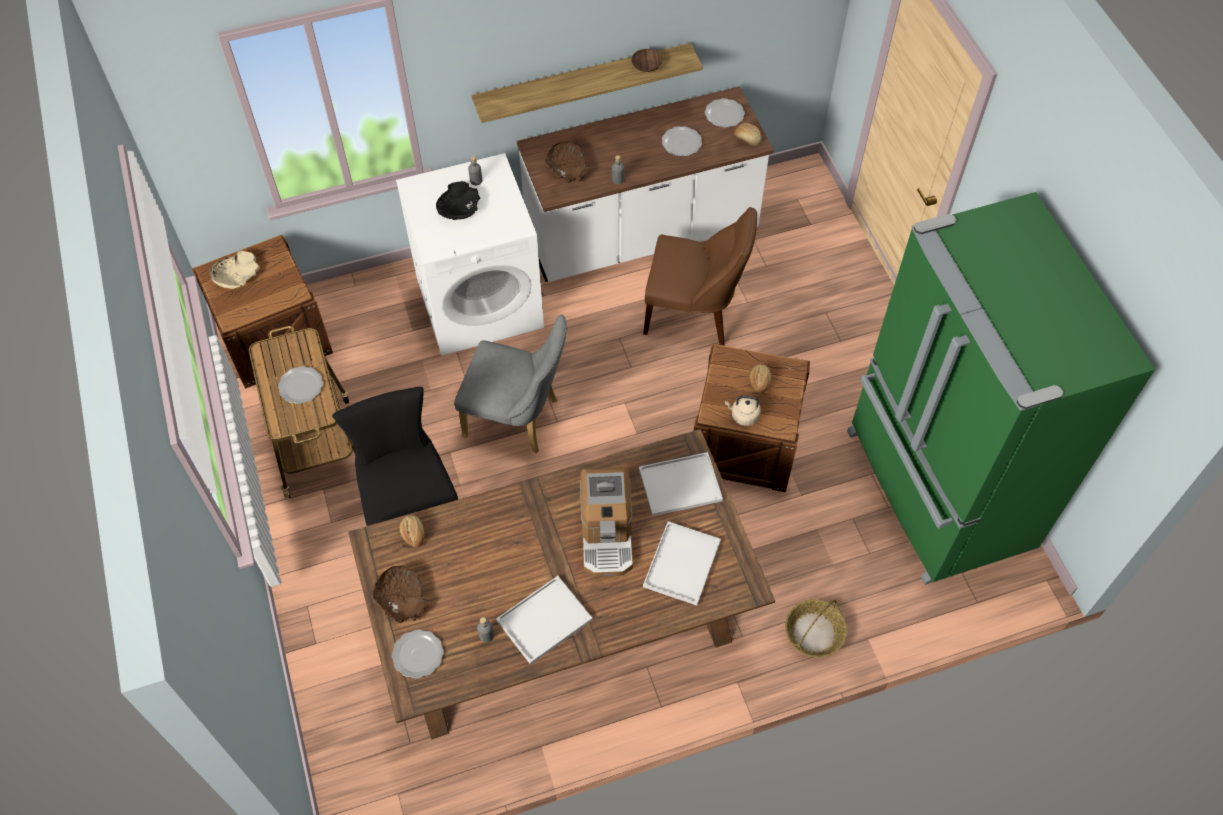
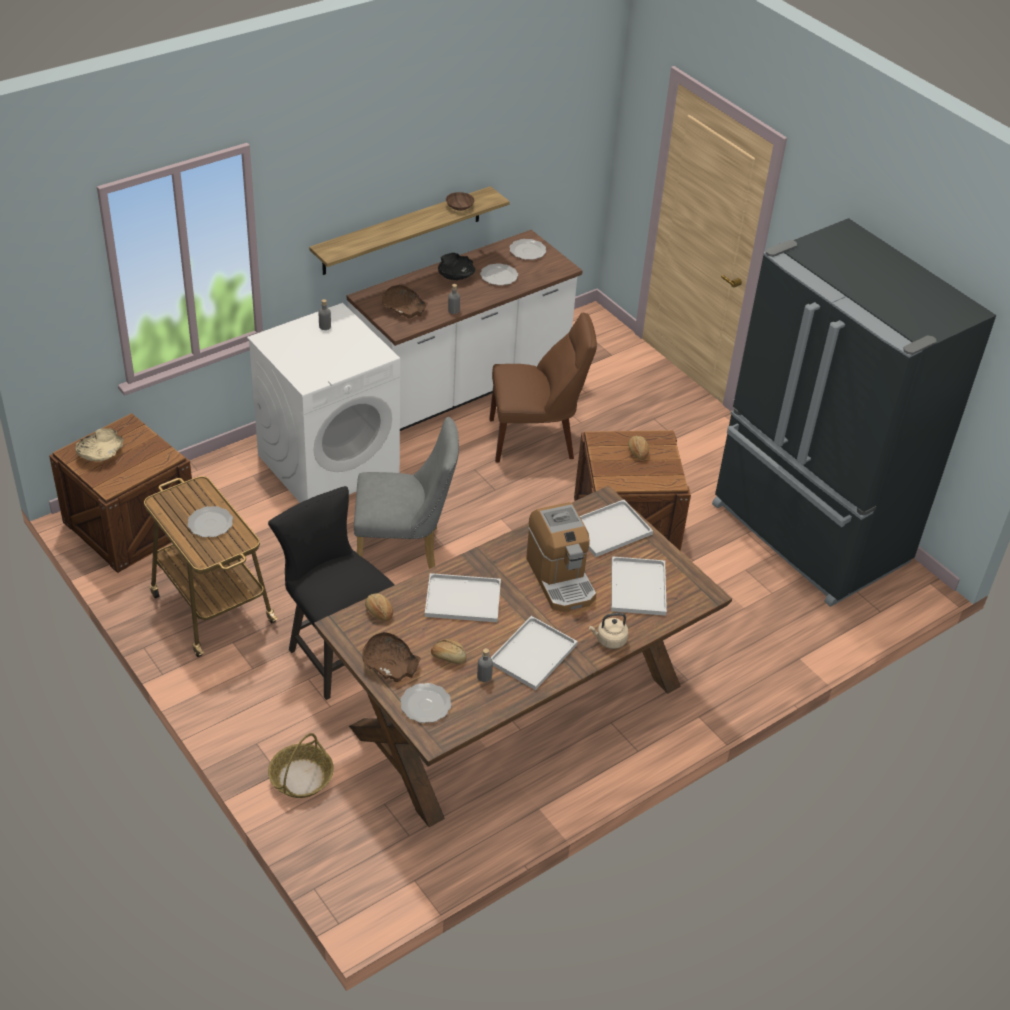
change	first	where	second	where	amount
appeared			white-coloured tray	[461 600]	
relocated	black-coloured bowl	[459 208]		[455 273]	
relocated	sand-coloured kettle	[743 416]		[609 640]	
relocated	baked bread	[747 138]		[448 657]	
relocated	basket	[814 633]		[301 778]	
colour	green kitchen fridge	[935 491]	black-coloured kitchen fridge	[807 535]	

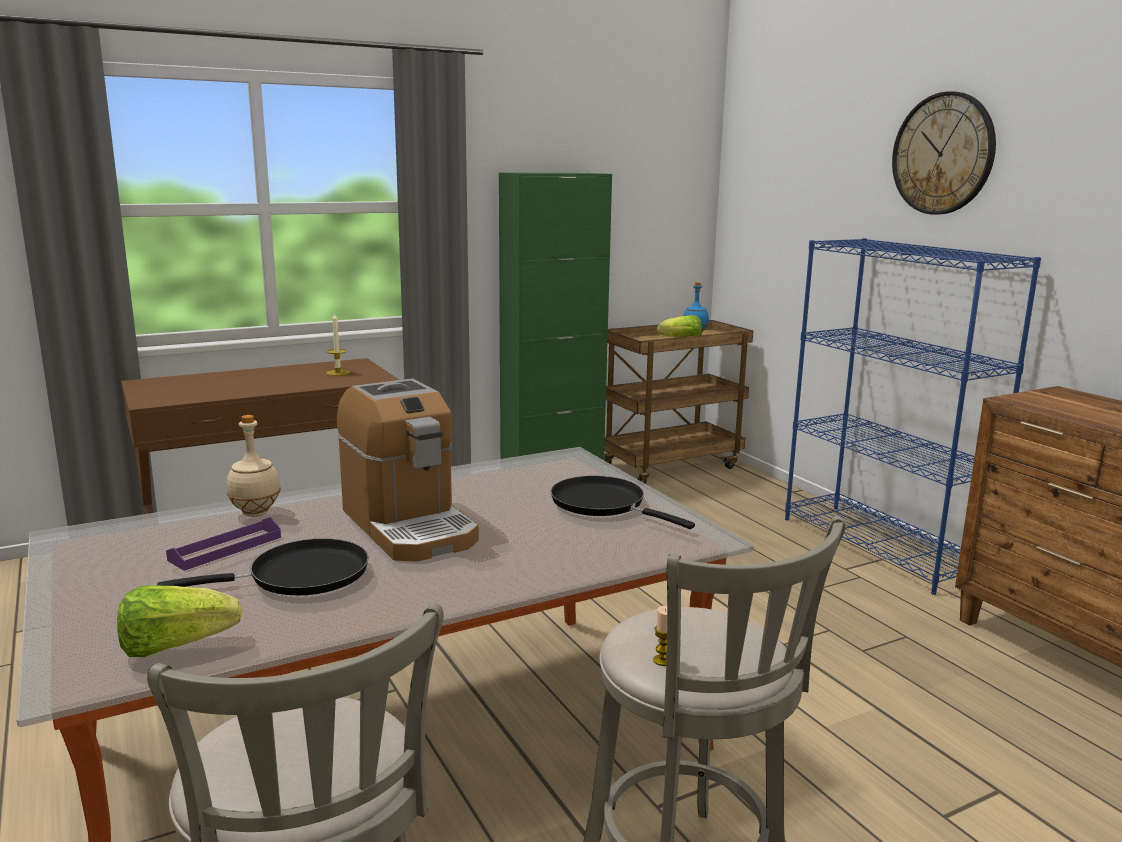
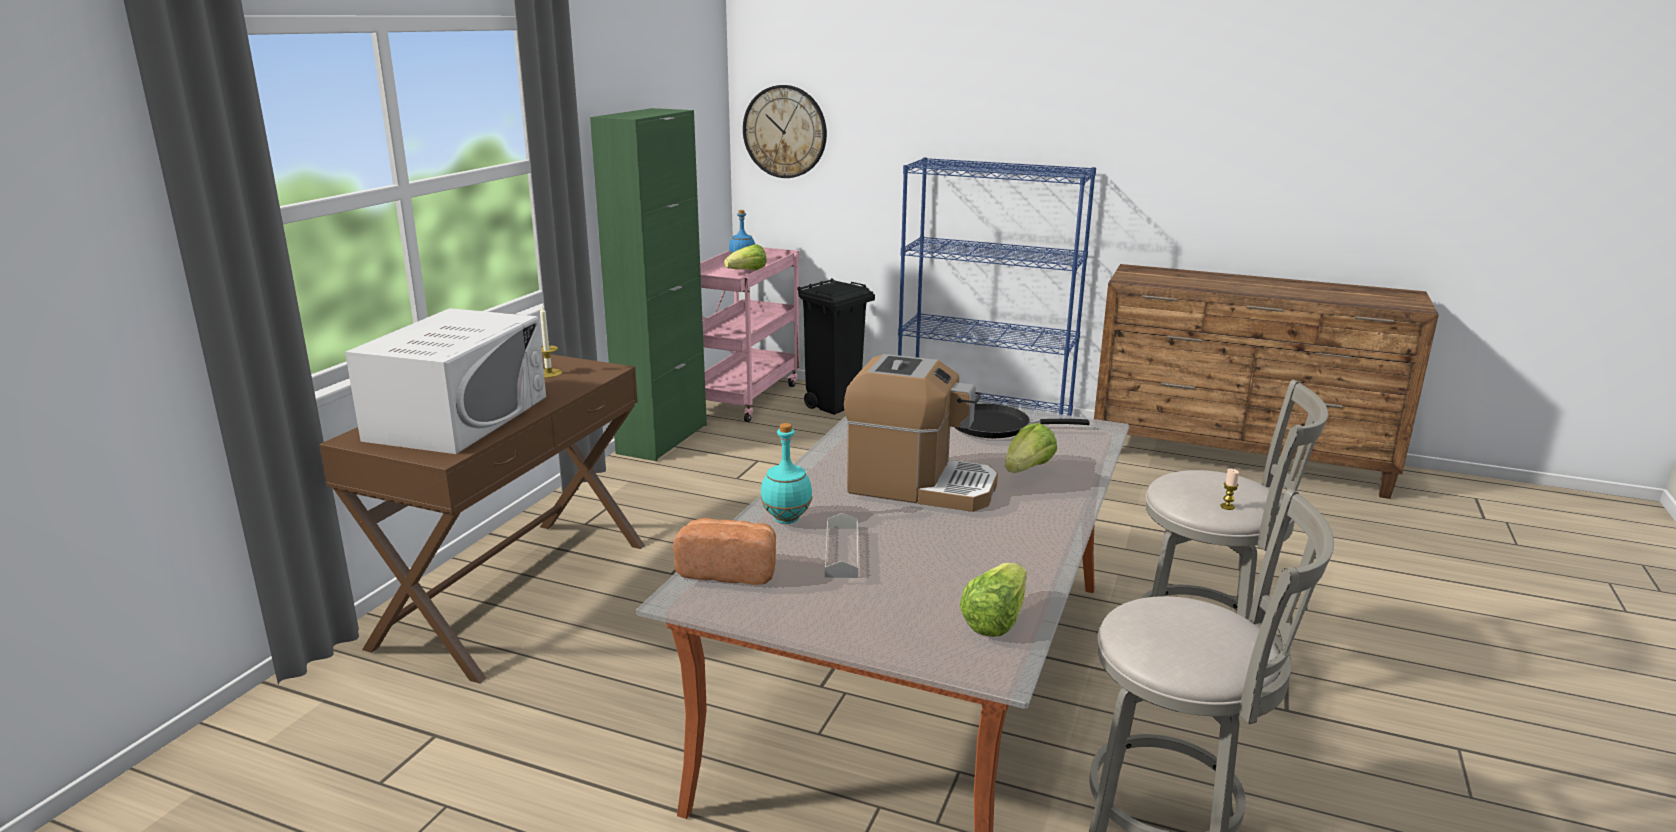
change	first	where	second	where	amount
missing	black-coloured pan	[300 576]			
appeared			white-coloured microwave oven	[459 418]	
appeared			baked bread	[730 570]	
appeared			black-coloured trash can	[834 405]	
appeared			head of lettuce	[1027 469]	
relocated	wall clock	[943 154]		[785 131]	
colour	purplish tray	[225 548]	gray tray	[841 551]	
colour	sand-coloured beverage bottle	[256 513]	blue-green beverage bottle	[786 519]	
colour	brown-coloured cart	[671 465]	pinkish cart	[743 397]	

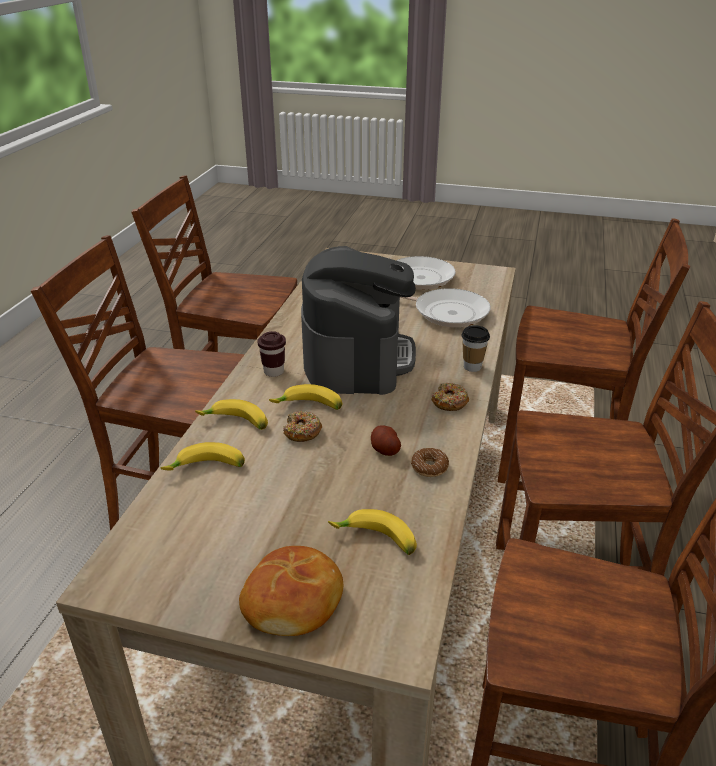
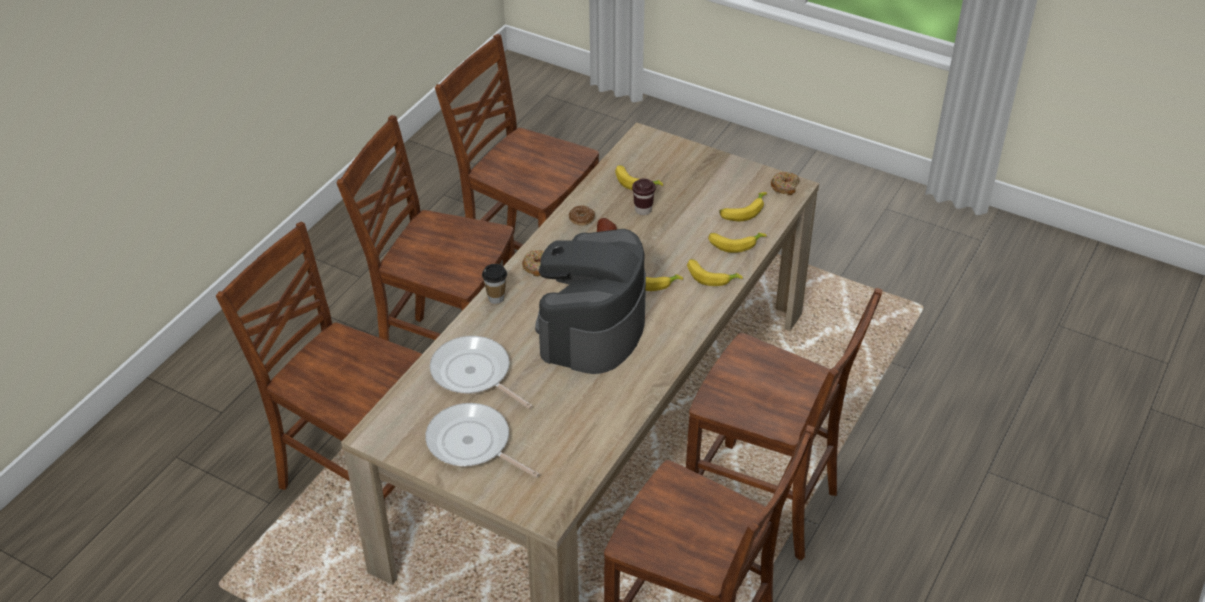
change	first	where	second	where	amount
missing	baked bread	[294 601]			
appeared			banana fruit	[743 211]	
relocated	brown-coloured cup	[274 371]		[643 210]	
relocated	ring doughnut	[302 432]		[784 187]	

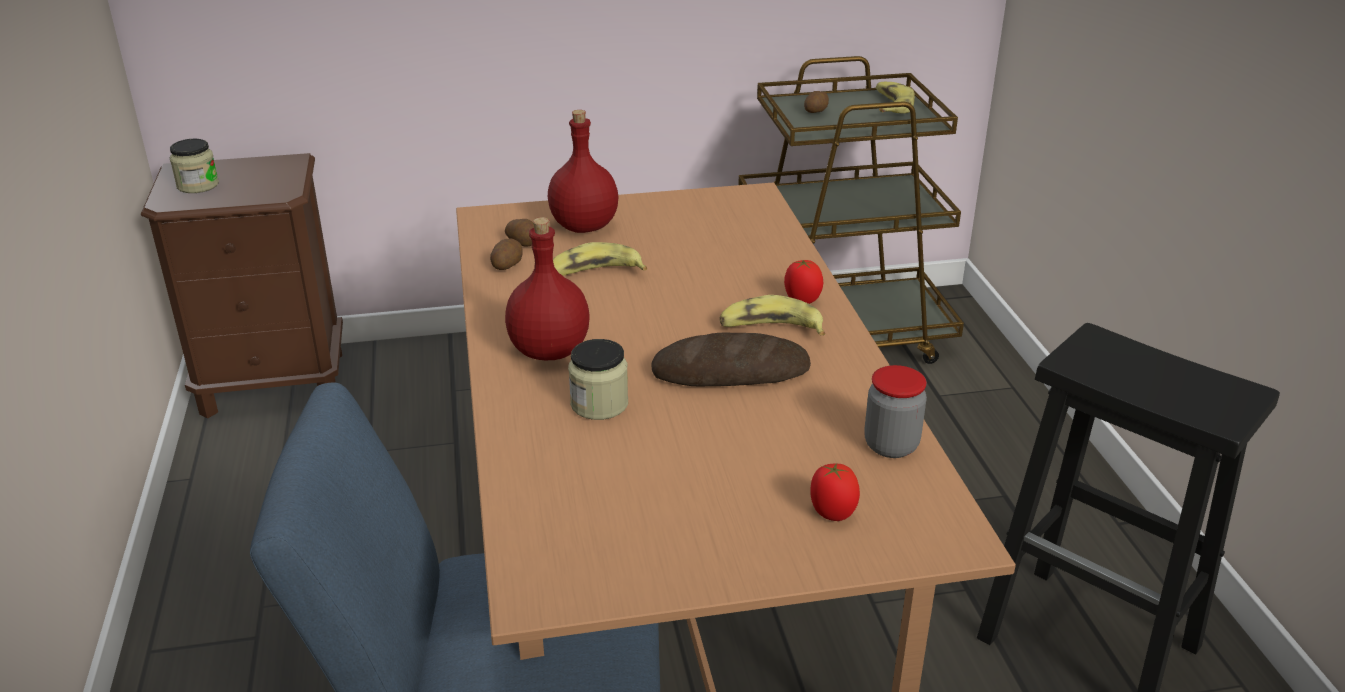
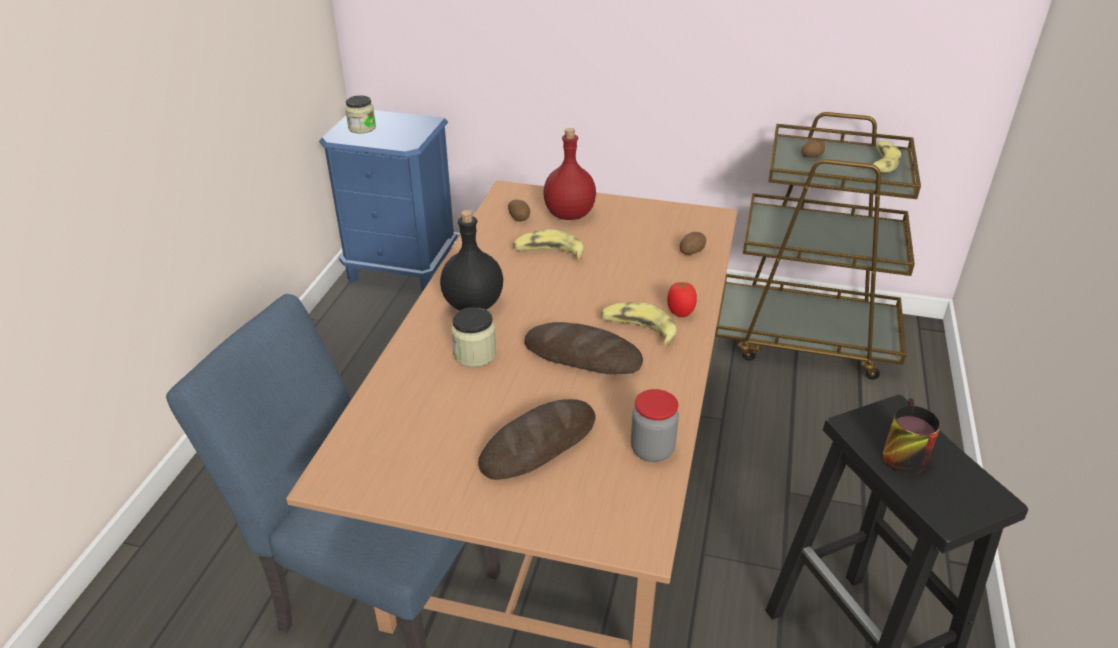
change	first	where	second	where	amount
missing	whole tomato	[832 513]			
appeared			baked bread	[538 445]	
appeared			mug	[899 452]	
relocated	potato	[506 265]		[691 251]	
colour	brown-coloured nightstand	[274 383]	blue-coloured nightstand	[401 268]	
colour	red beverage bottle	[548 351]	black-coloured beverage bottle	[472 305]	

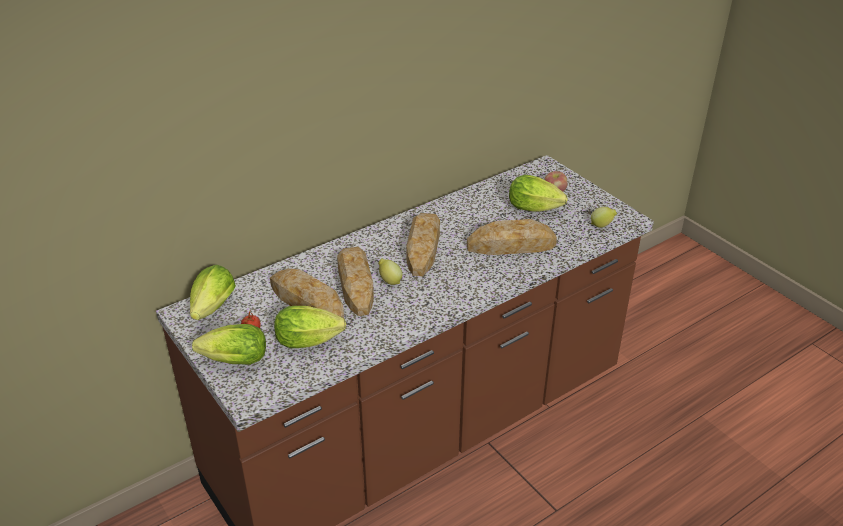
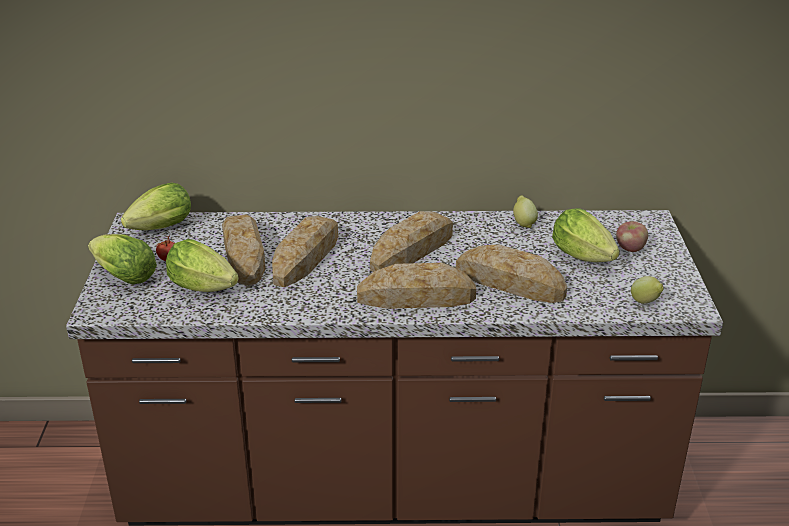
change	first	where	second	where	amount
appeared			baked bread	[416 297]	
relocated	citrus fruit	[389 281]		[523 223]	

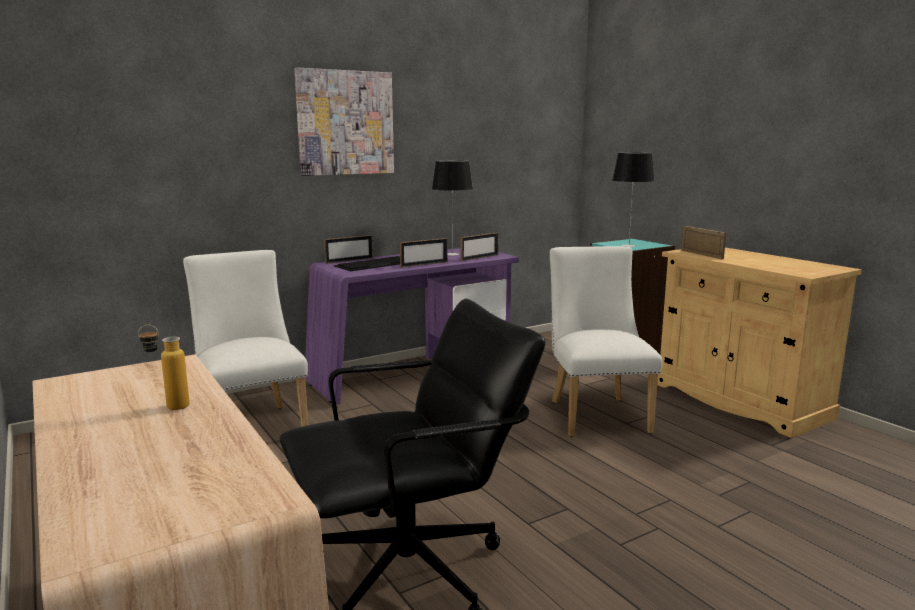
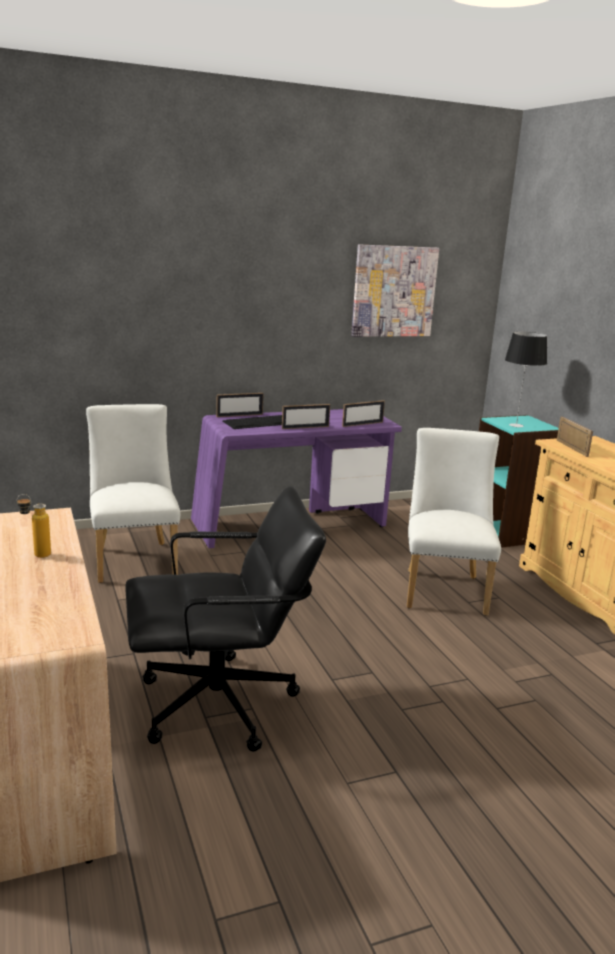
change	first	where	second	where	amount
missing	lamp for a table	[452 254]			
relocated	wall picture	[345 123]		[394 291]	

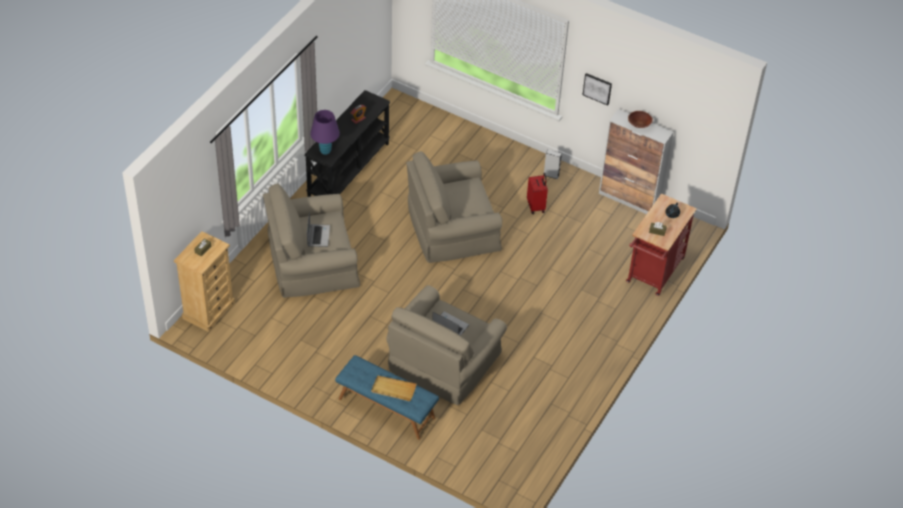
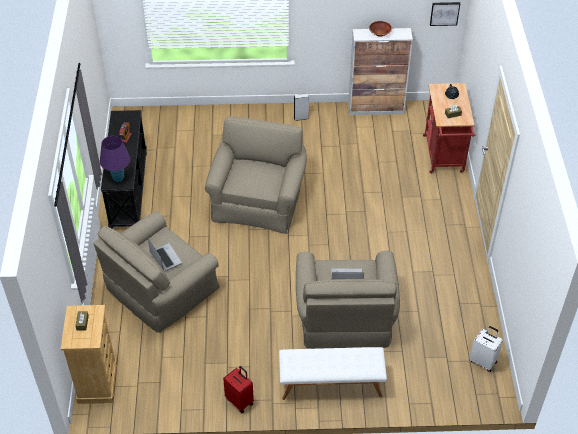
change	first	where	second	where	amount
missing	sand-coloured tray	[393 389]			
appeared			white-coloured suitcase	[483 361]	
relocated	red suitcase	[536 206]		[240 401]	
relocated	wall picture	[597 88]		[444 13]	
colour	blue-coloured indoor bench	[386 408]	white-coloured indoor bench	[331 384]	
spun	sand-coloured lounge chair	[452 229]		[258 199]	150 degrees clockwise

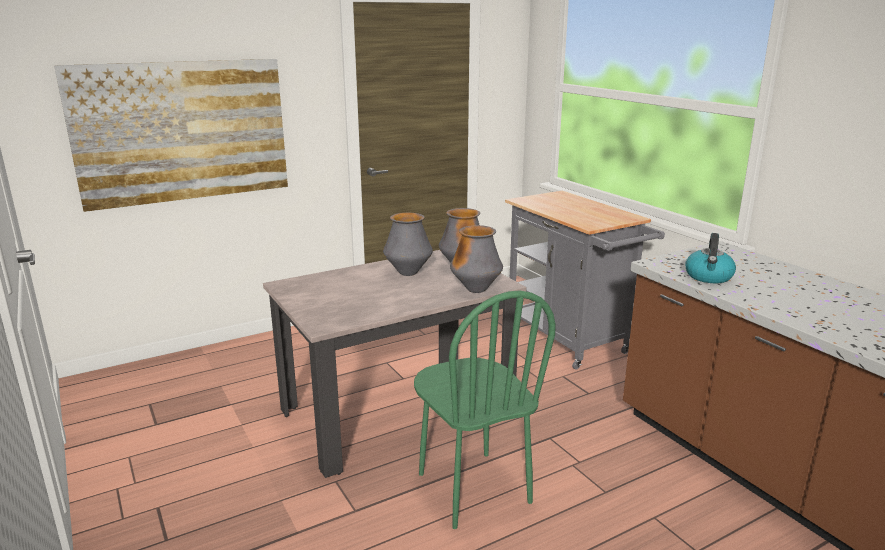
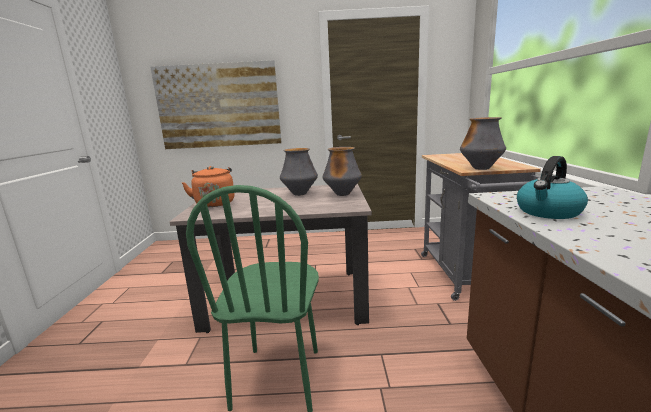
change	first	where	second	where	amount
appeared			orange-coloured kettle	[215 203]	
relocated	decorative vase	[476 290]		[481 168]	

